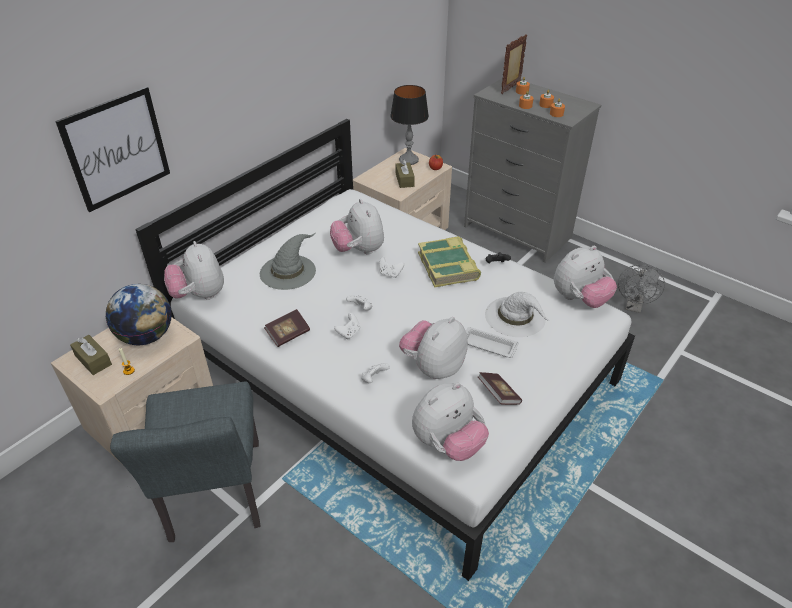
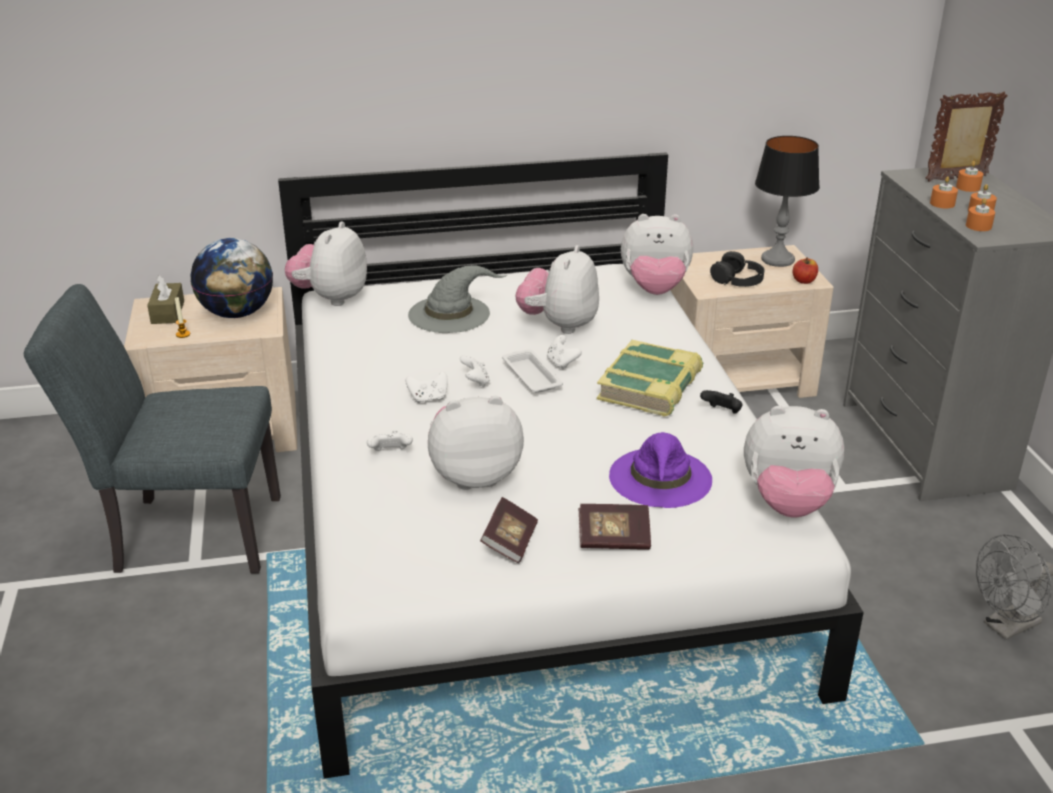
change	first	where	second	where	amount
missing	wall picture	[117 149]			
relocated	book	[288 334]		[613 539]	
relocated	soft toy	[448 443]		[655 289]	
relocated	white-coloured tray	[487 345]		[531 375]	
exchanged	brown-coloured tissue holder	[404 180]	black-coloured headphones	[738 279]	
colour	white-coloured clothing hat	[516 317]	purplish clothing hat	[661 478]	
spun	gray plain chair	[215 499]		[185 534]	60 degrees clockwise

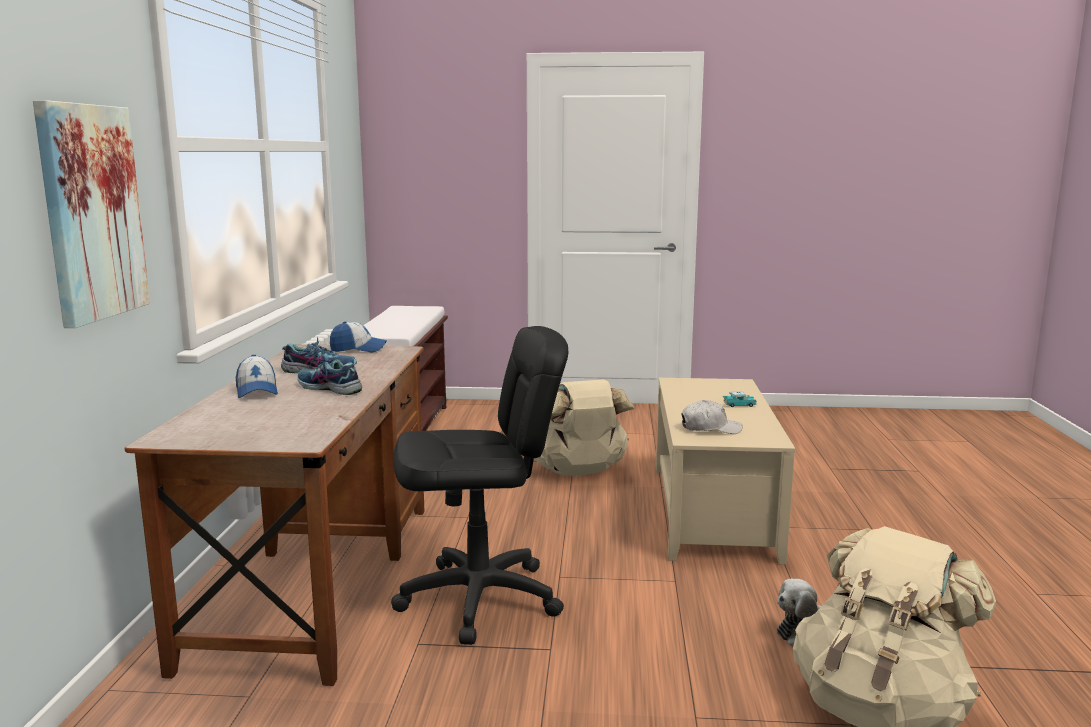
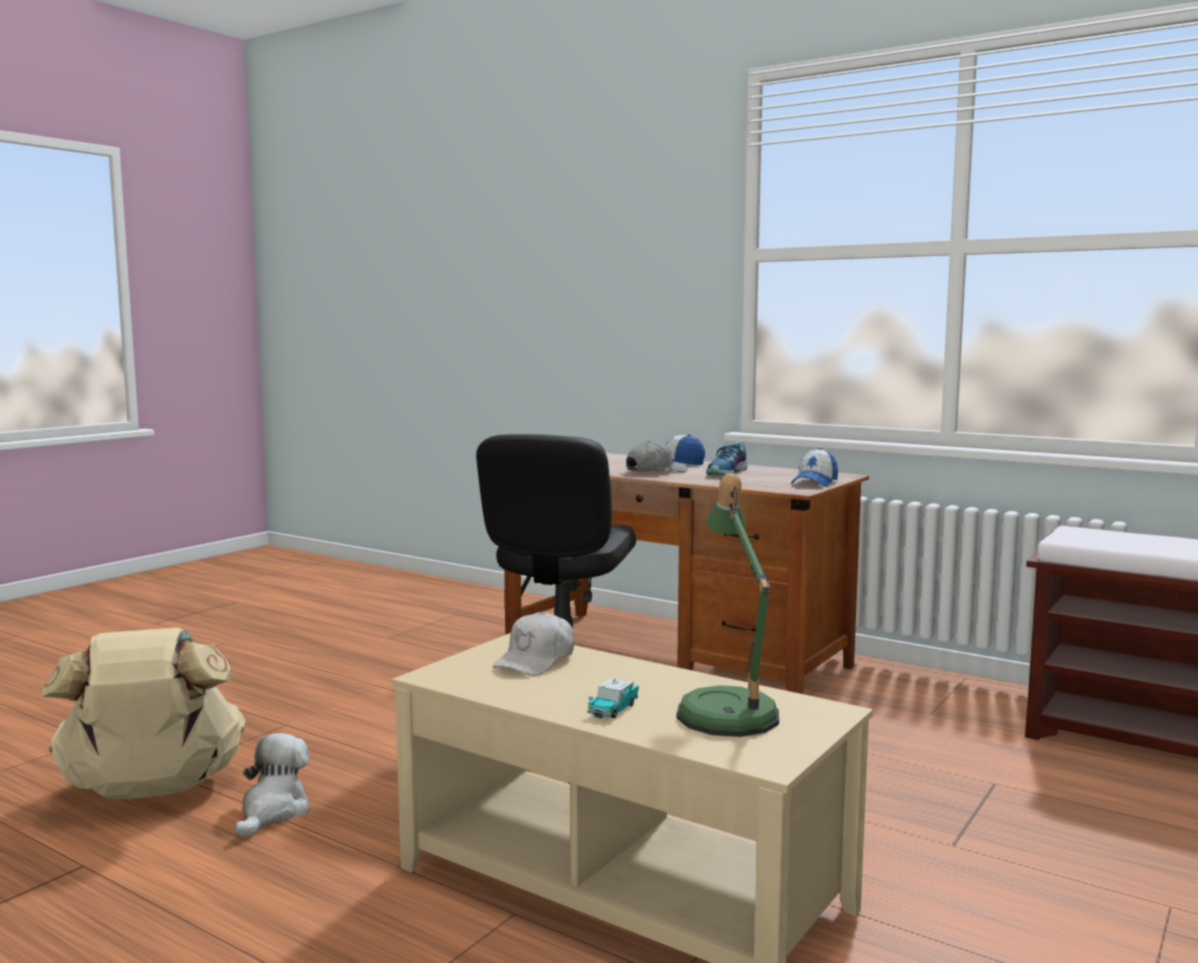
change	first	where	second	where	amount
missing	wall picture	[91 212]			
missing	sand-coloured backpack	[579 472]			
appeared			lamp for a table	[727 709]	
exchanged	item of footwear	[329 388]	gray baseball cap	[655 471]	

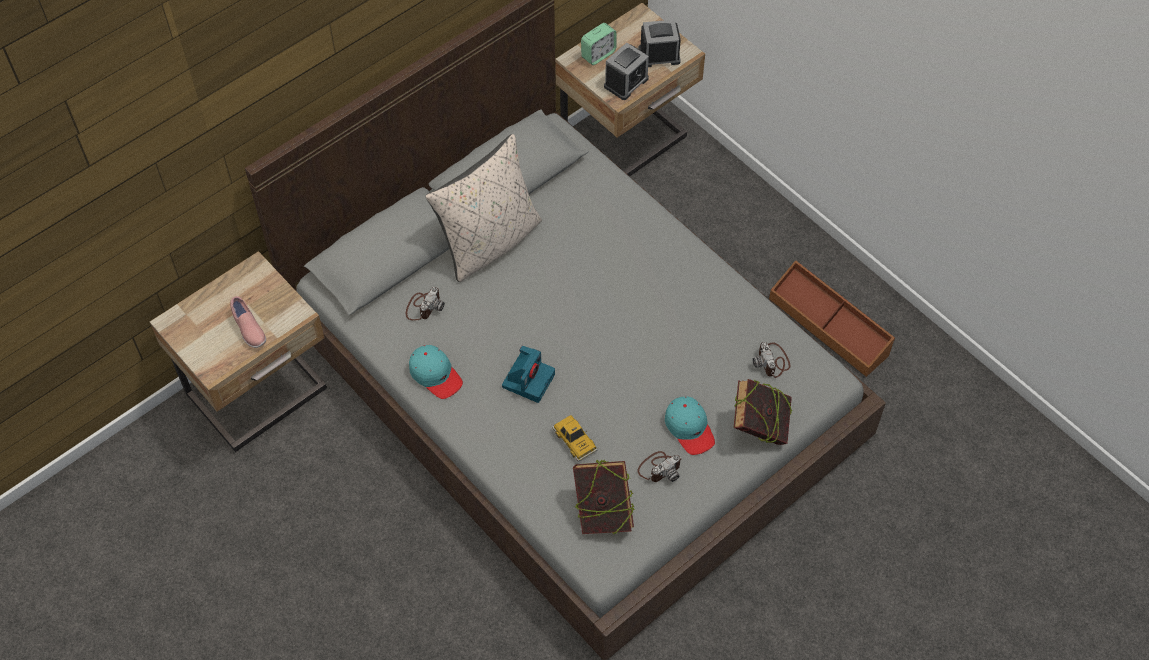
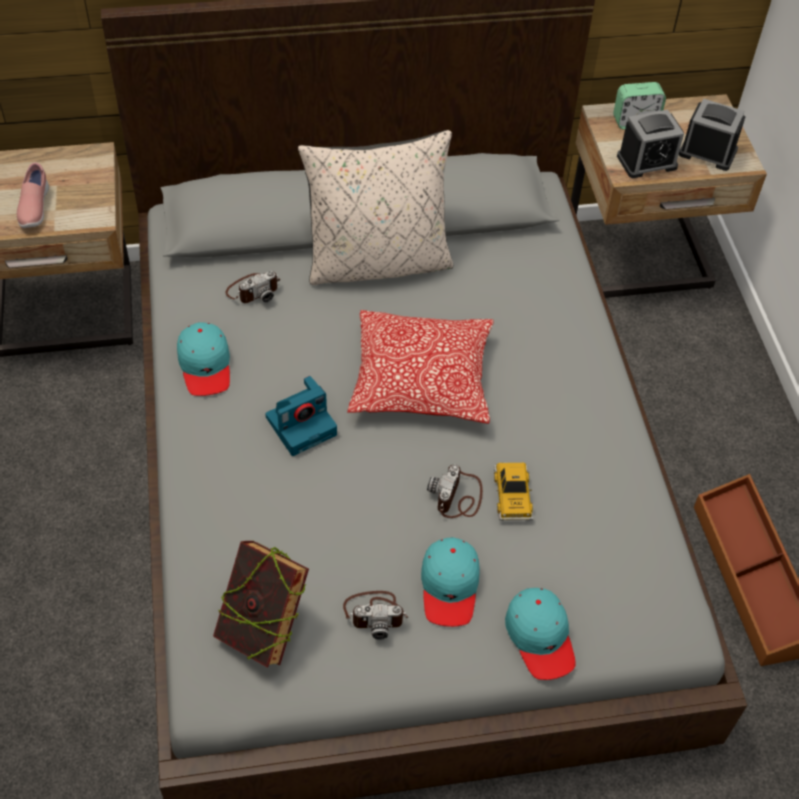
change	first	where	second	where	amount
appeared			pillow	[421 380]	
relocated	miniature car	[575 440]		[512 495]	
relocated	still camera	[772 361]		[458 497]	
exchanged	book	[759 428]	blue-green baseball cap	[540 637]	

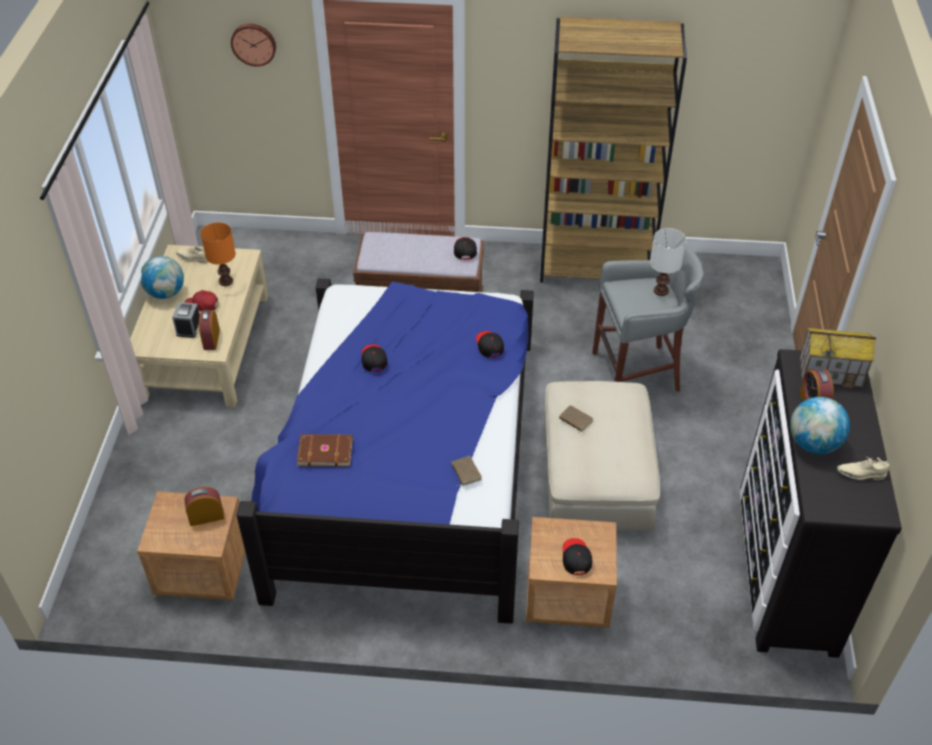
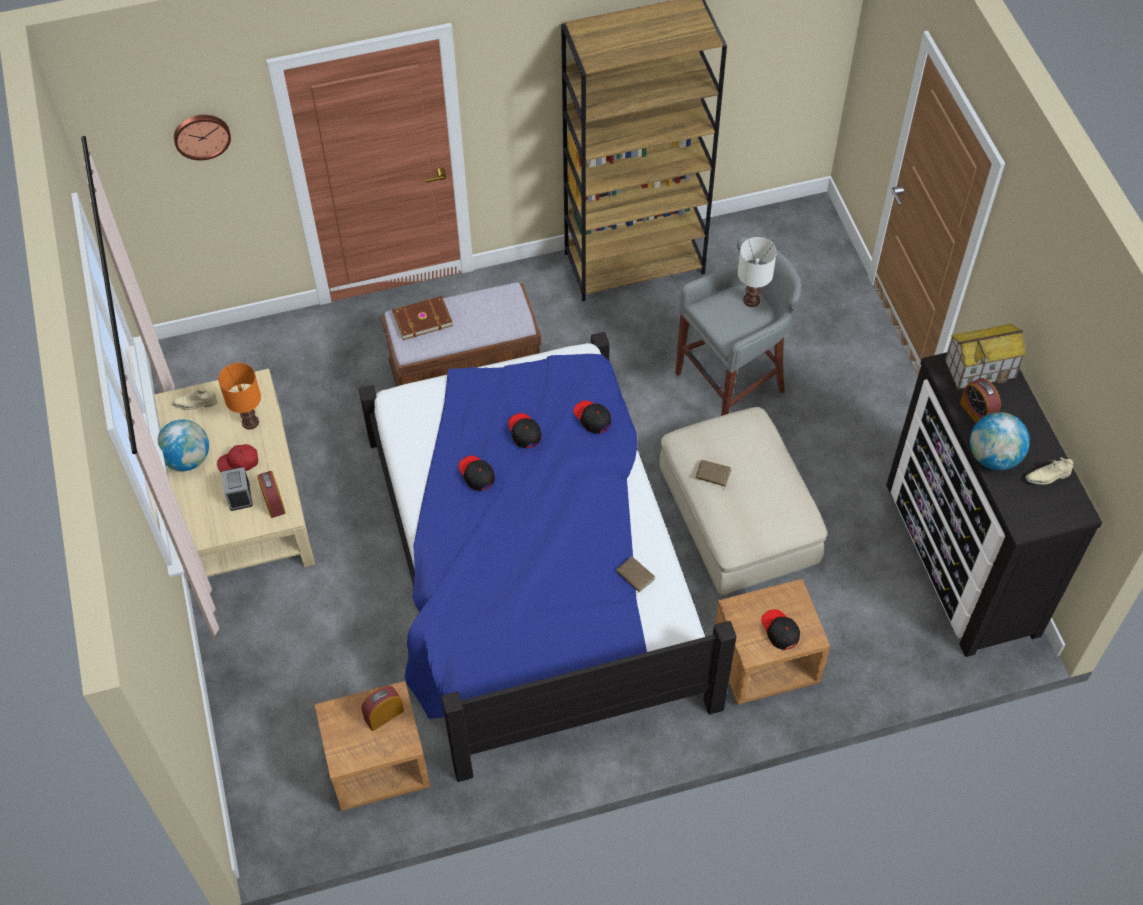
change	first	where	second	where	amount
relocated	brown-coloured book	[325 451]		[422 319]	
relocated	black-coloured baseball cap	[465 250]		[524 432]	

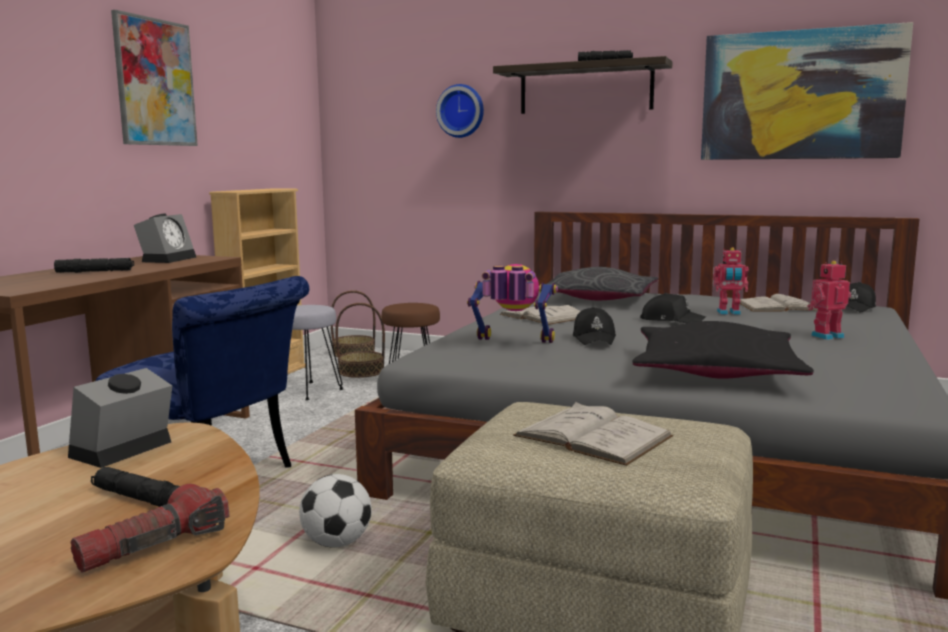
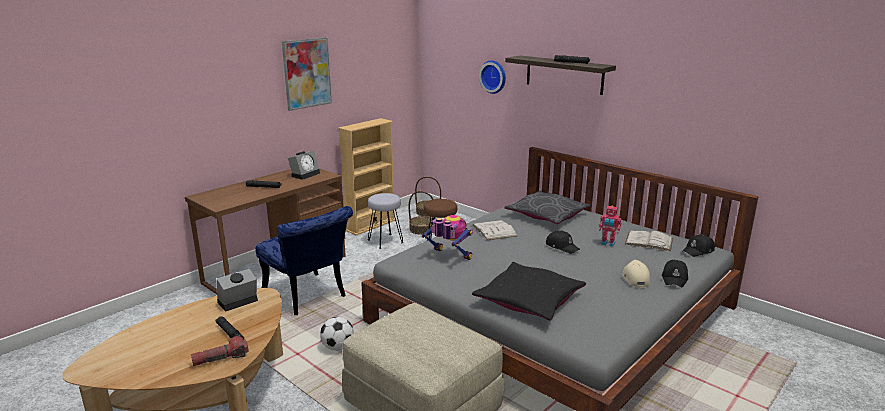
change	first	where	second	where	amount
missing	white-coloured book	[593 436]			
missing	wall picture	[800 95]			
relocated	black-coloured baseball cap	[594 338]		[675 278]	
exchanged	toy robot	[825 336]	sand-coloured baseball cap	[635 278]	

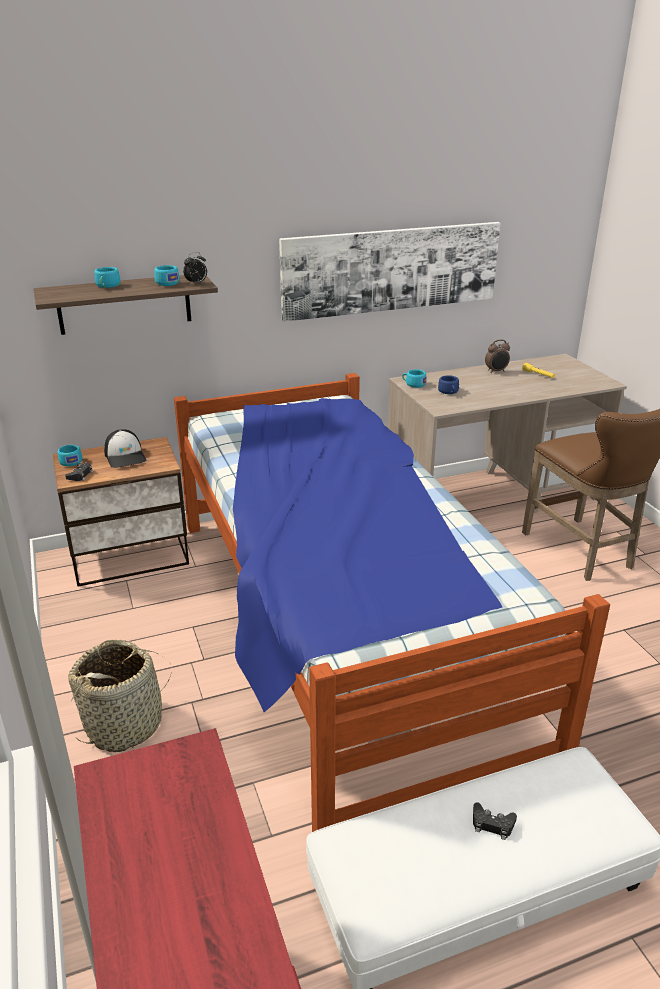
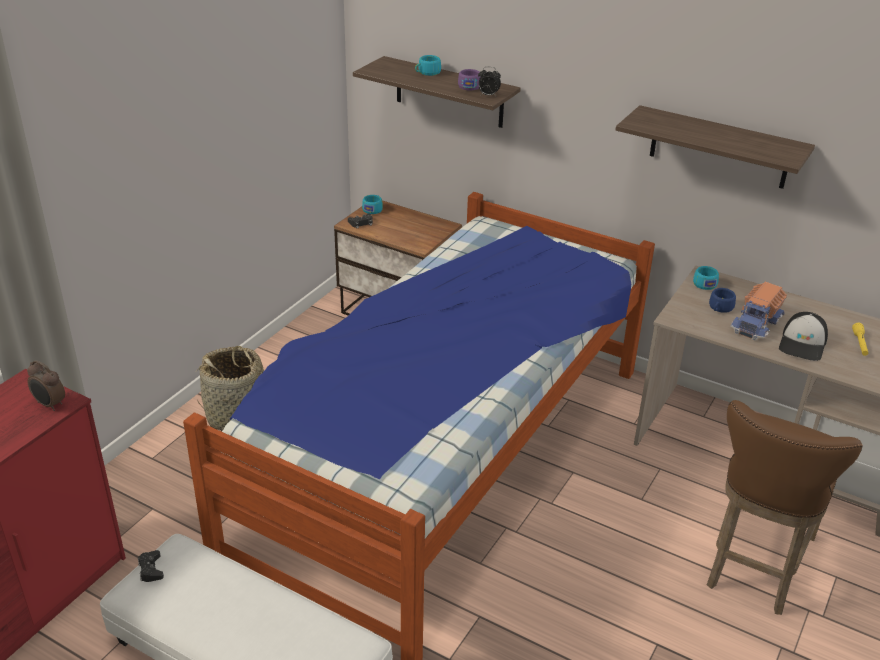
change	first	where	second	where	amount
appeared			toy truck	[757 323]	
relocated	baseball cap	[125 456]		[803 344]	
relocated	black-coloured game controller	[492 824]		[151 569]	
relocated	table clock	[496 371]		[50 405]	
exchanged	wall picture	[391 269]	shelf	[719 148]	
colour	blue-green cup	[165 283]	purplish cup	[469 86]	

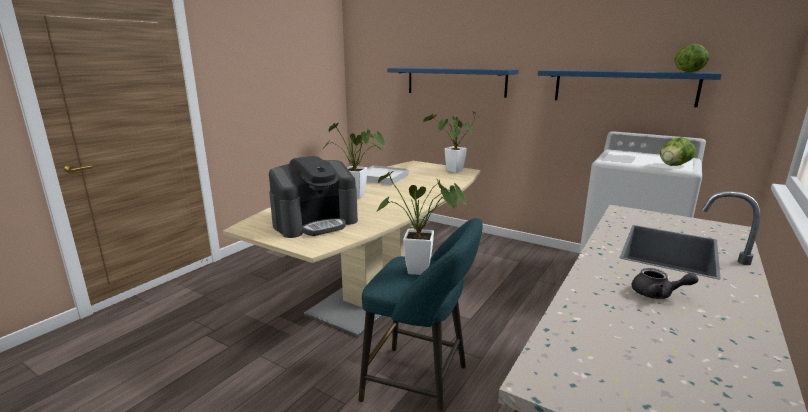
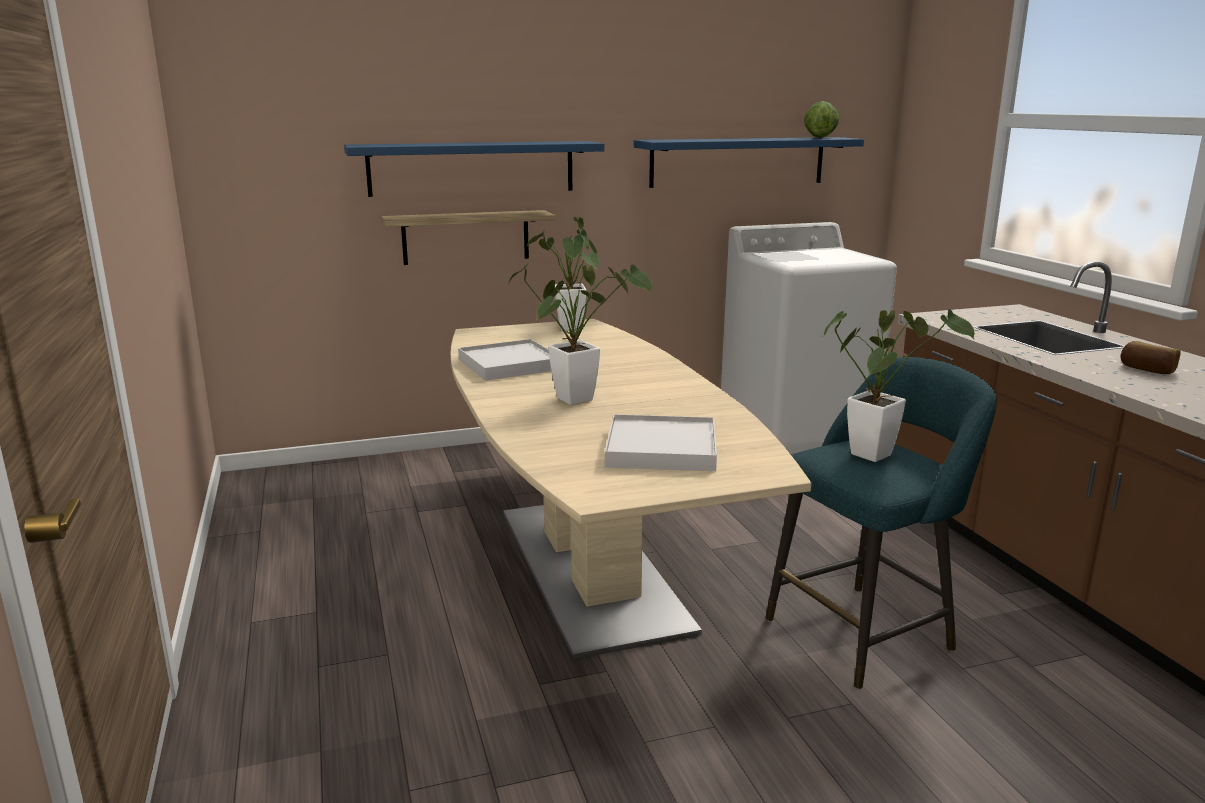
change	first	where	second	where	amount
missing	head of lettuce	[673 165]			
appeared			shelf	[466 237]	
exchanged	coffee brewer	[315 222]	white-coloured tray	[661 448]	
exchanged	gray tea pot	[657 294]	baked bread	[1147 369]	

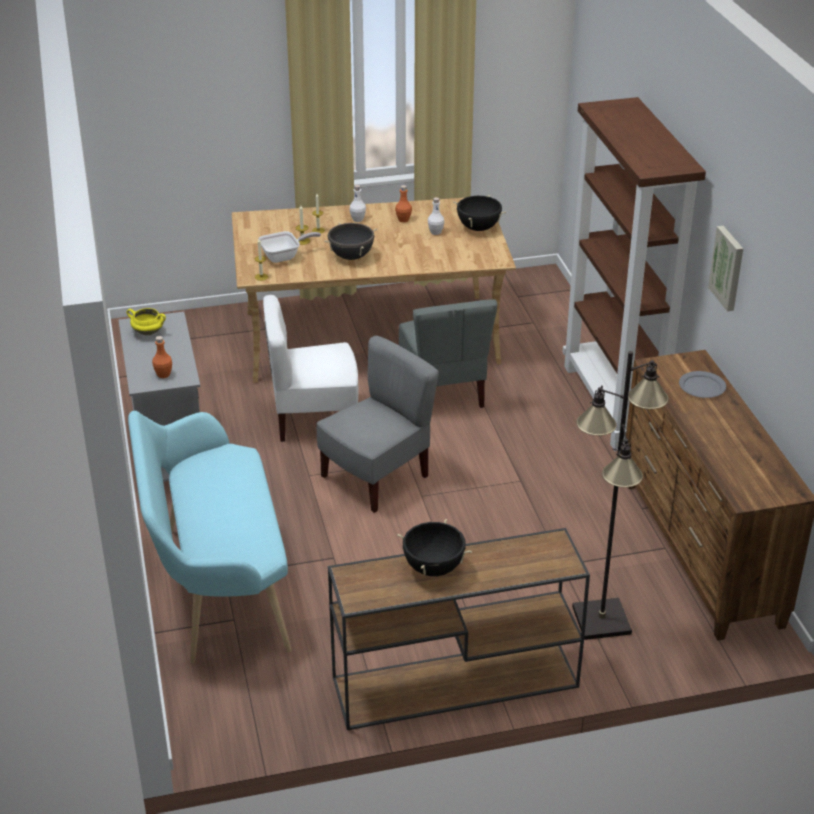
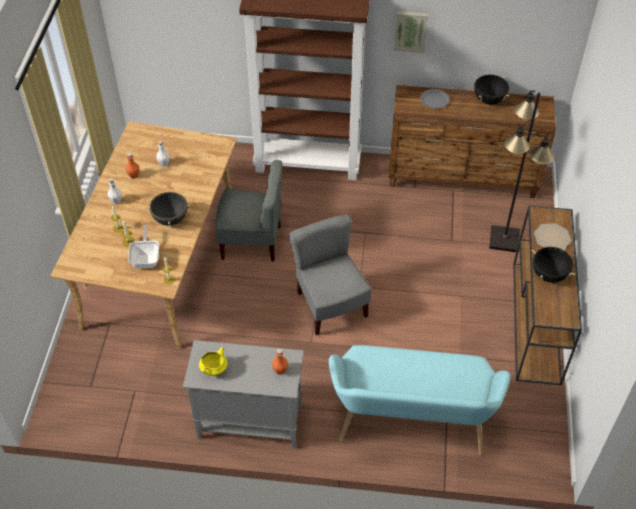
change	first	where	second	where	amount
missing	white-coloured plain chair	[314 420]			
appeared			plate	[552 237]	
relocated	black-coloured stockpot	[478 228]		[489 100]	

